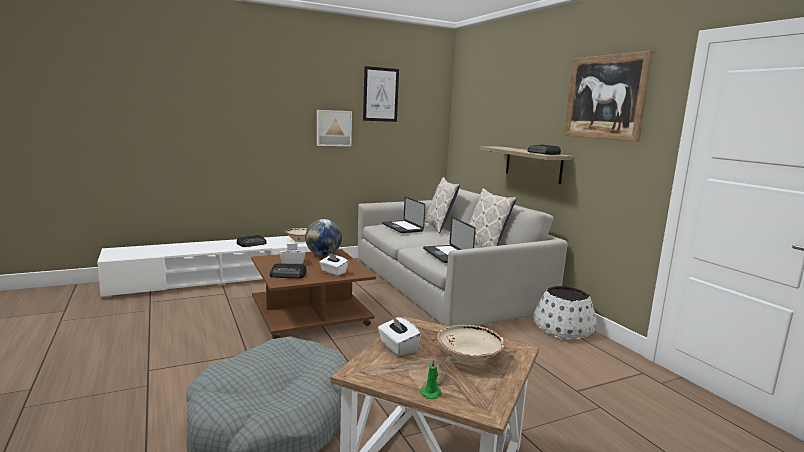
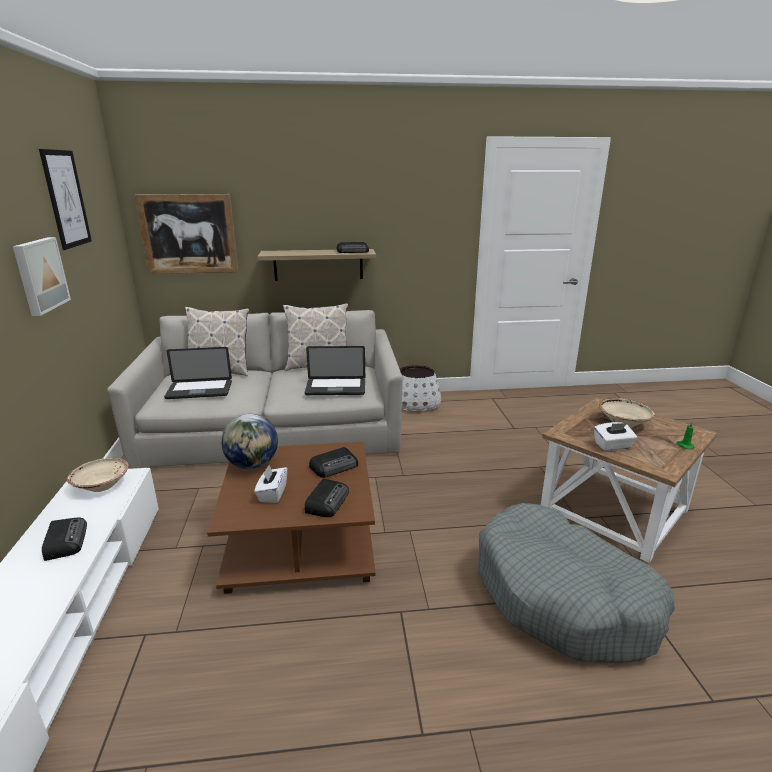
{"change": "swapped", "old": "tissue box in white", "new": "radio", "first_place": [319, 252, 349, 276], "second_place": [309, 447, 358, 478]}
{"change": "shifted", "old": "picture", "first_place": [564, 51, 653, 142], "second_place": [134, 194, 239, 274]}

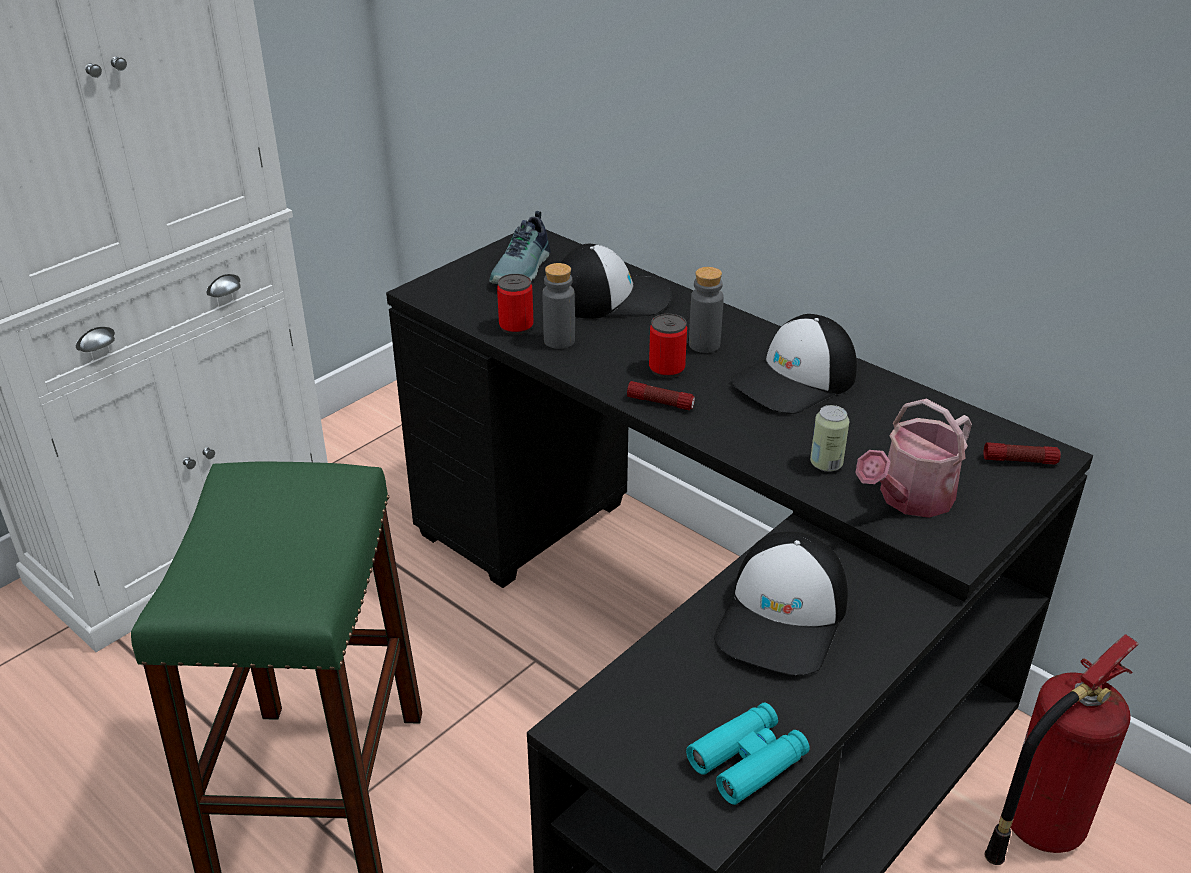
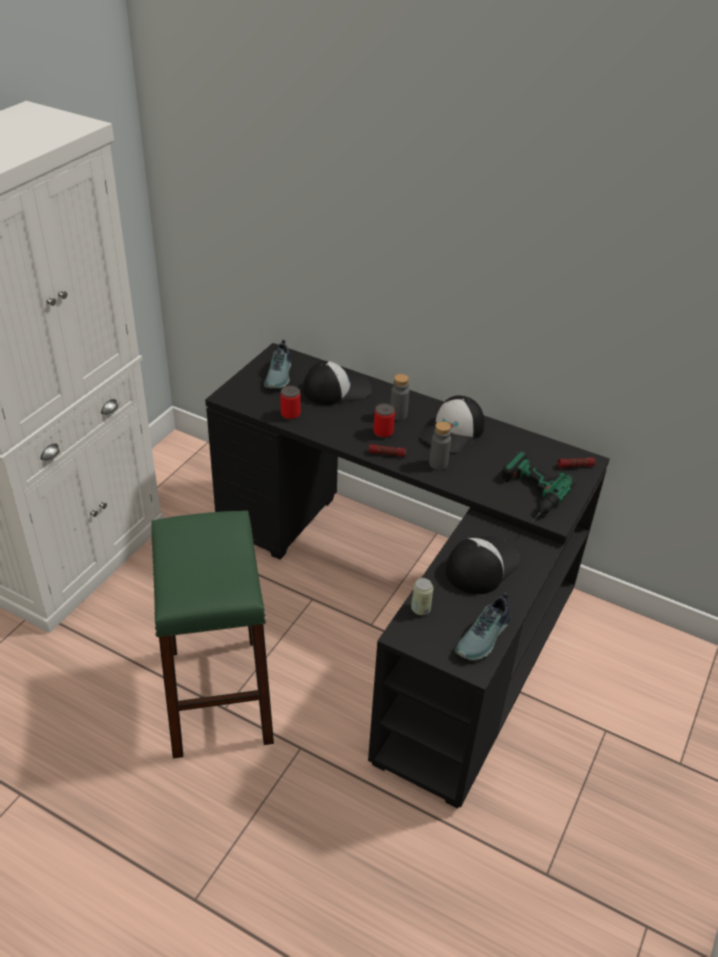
{"change": "shifted", "old": "bottle in grey", "first_place": [542, 263, 575, 349], "second_place": [429, 421, 451, 470]}
{"change": "swapped", "old": "binoculars in turquoise", "new": "shoe", "first_place": [686, 703, 810, 805], "second_place": [455, 593, 510, 660]}
{"change": "rotated", "old": "cap", "first_place": [714, 532, 848, 675], "second_place": [446, 536, 520, 594], "degrees": -150}
{"change": "shifted", "old": "can", "first_place": [810, 405, 850, 472], "second_place": [411, 578, 433, 615]}
{"change": "swapped", "old": "watering can", "new": "power drill", "first_place": [856, 399, 972, 518], "second_place": [502, 451, 575, 521]}
{"change": "gone", "old": "fire extinguisher", "first_place": [984, 634, 1139, 865]}

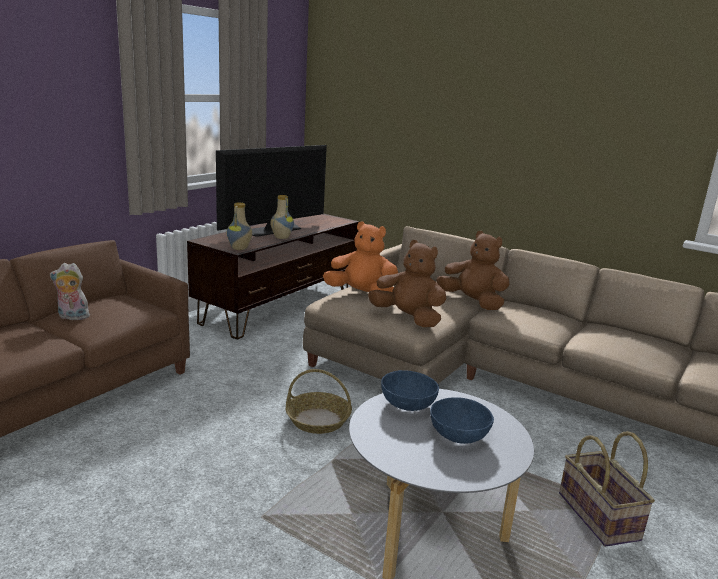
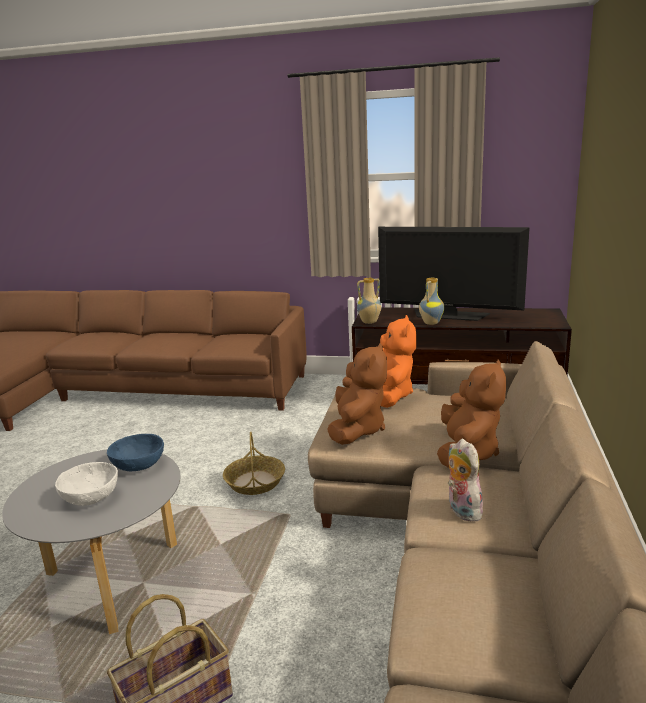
{"change": "shifted", "old": "plush toy", "first_place": [50, 263, 90, 320], "second_place": [448, 439, 486, 522]}
{"change": "repainted", "old": "bowl in blue", "new": "bowl in white", "first_place": [430, 397, 494, 444], "second_place": [55, 462, 118, 506]}

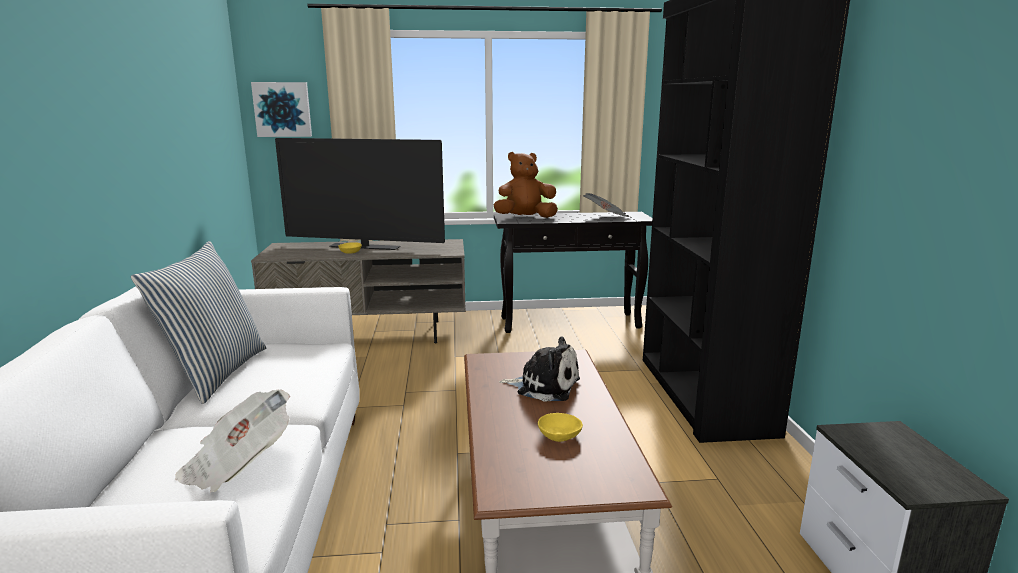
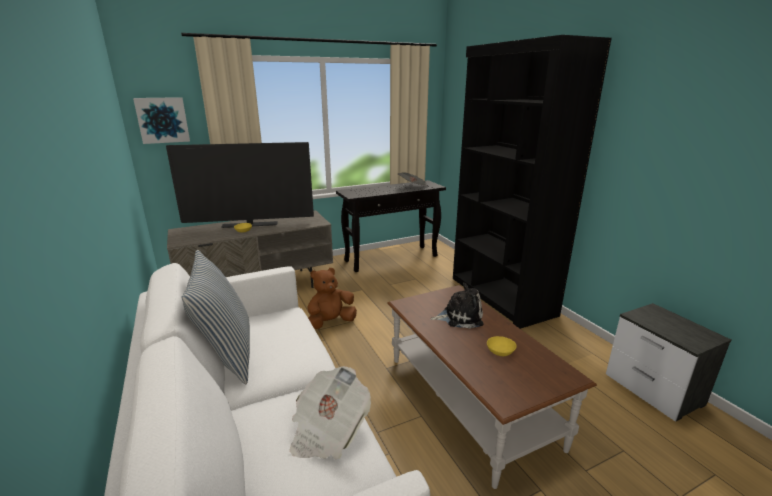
{"change": "shifted", "old": "plush toy in brown", "first_place": [493, 152, 558, 218], "second_place": [307, 268, 357, 329]}

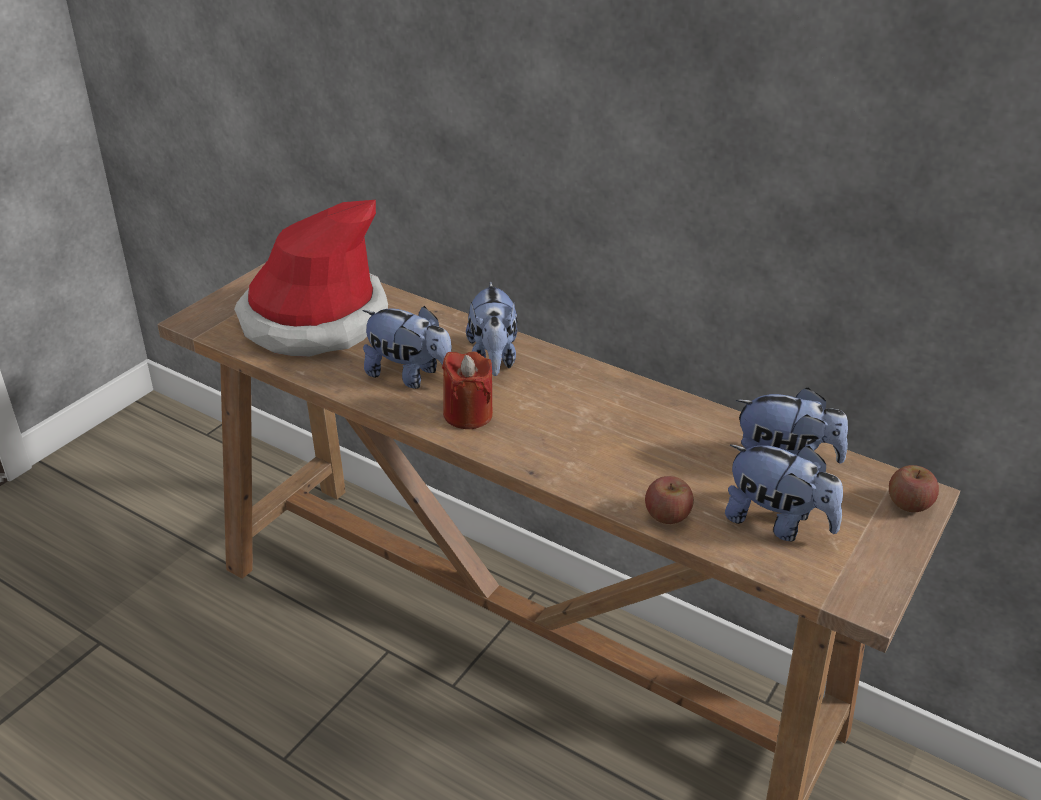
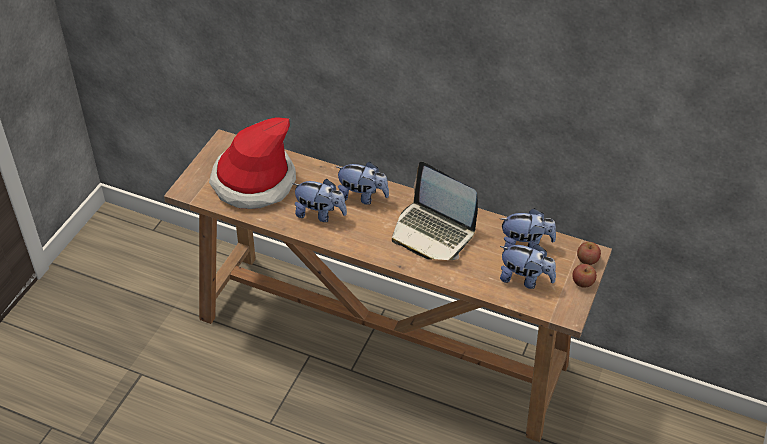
{"change": "gone", "old": "candle in red", "first_place": [442, 351, 493, 429]}
{"change": "rotated", "old": "plush toy", "first_place": [466, 281, 517, 376], "second_place": [336, 162, 389, 205], "degrees": -60}
{"change": "shifted", "old": "apple", "first_place": [645, 476, 694, 524], "second_place": [572, 264, 597, 288]}
{"change": "new", "new": "laptop", "second_place": [392, 162, 478, 260]}

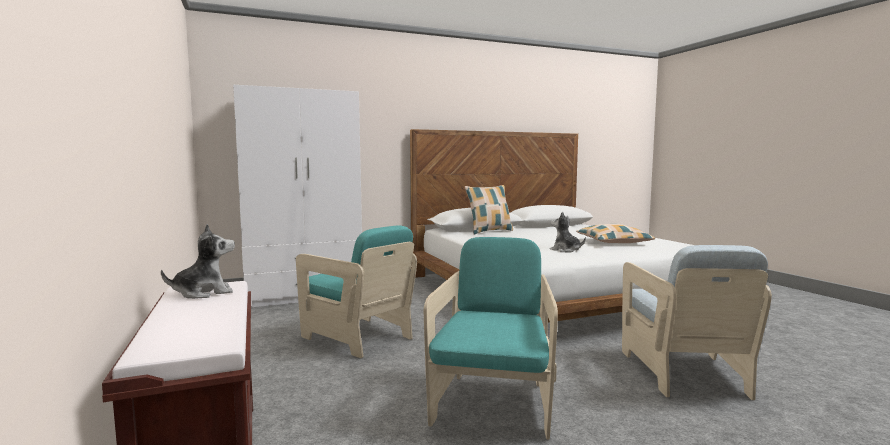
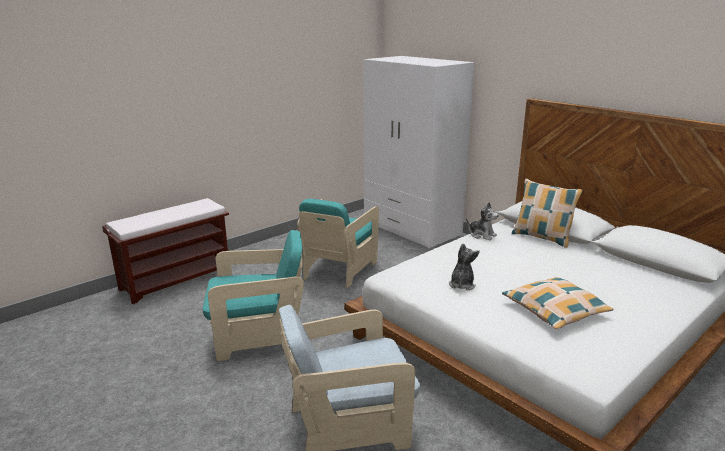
{"change": "shifted", "old": "plush toy", "first_place": [161, 224, 235, 299], "second_place": [466, 202, 499, 240]}

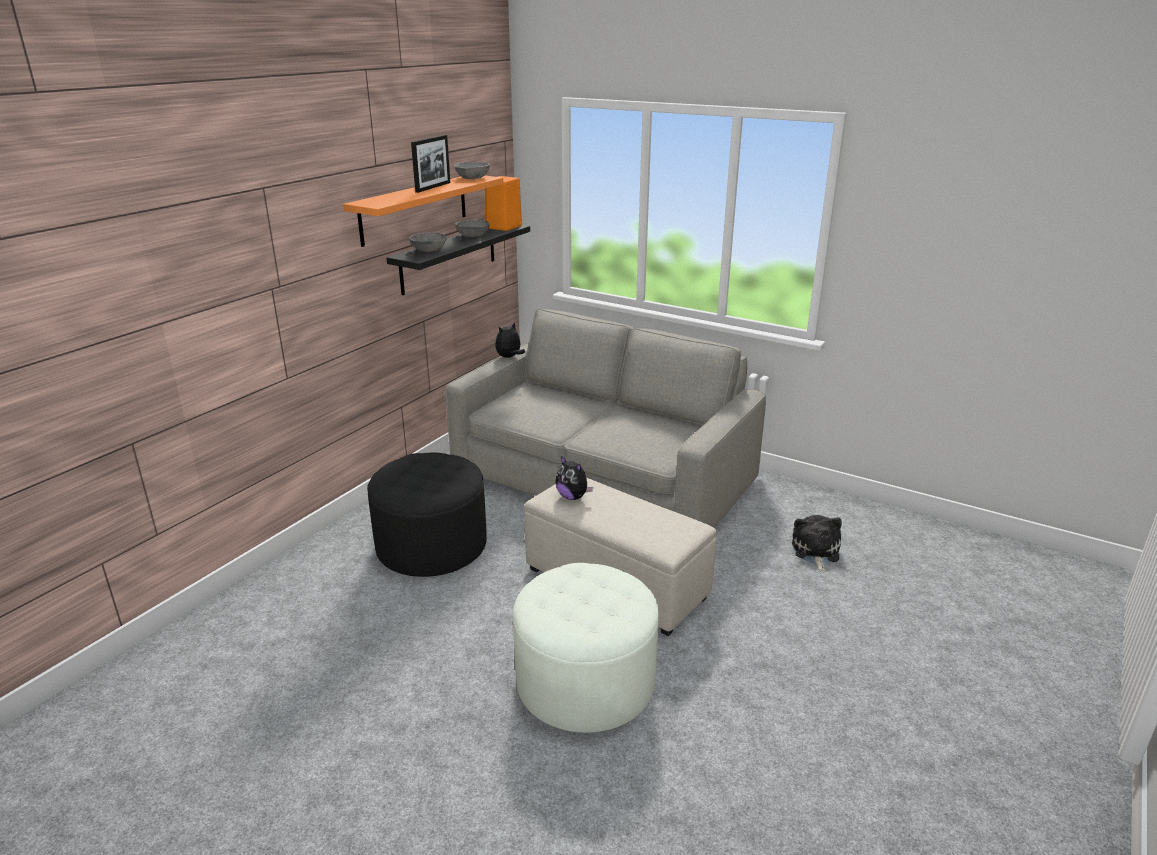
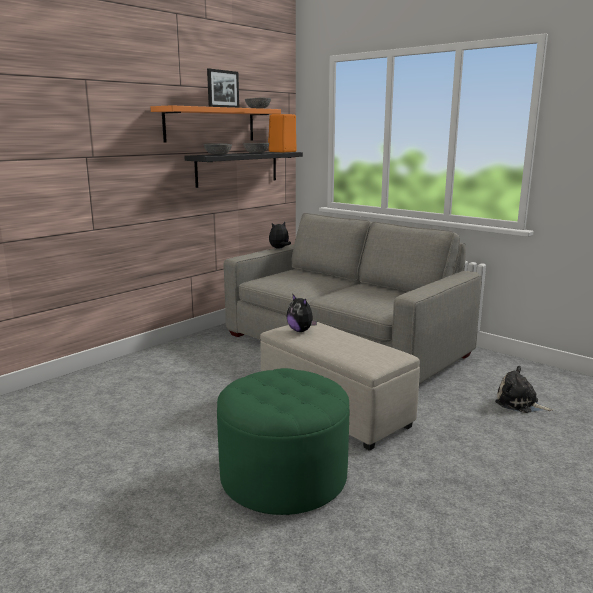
{"change": "gone", "old": "ottoman in black", "first_place": [367, 453, 487, 577]}
{"change": "repainted", "old": "ottoman in white", "new": "ottoman in green", "first_place": [513, 563, 659, 733], "second_place": [217, 368, 349, 515]}
{"change": "rotated", "old": "plush toy", "first_place": [792, 515, 842, 572], "second_place": [495, 366, 553, 413], "degrees": -75}

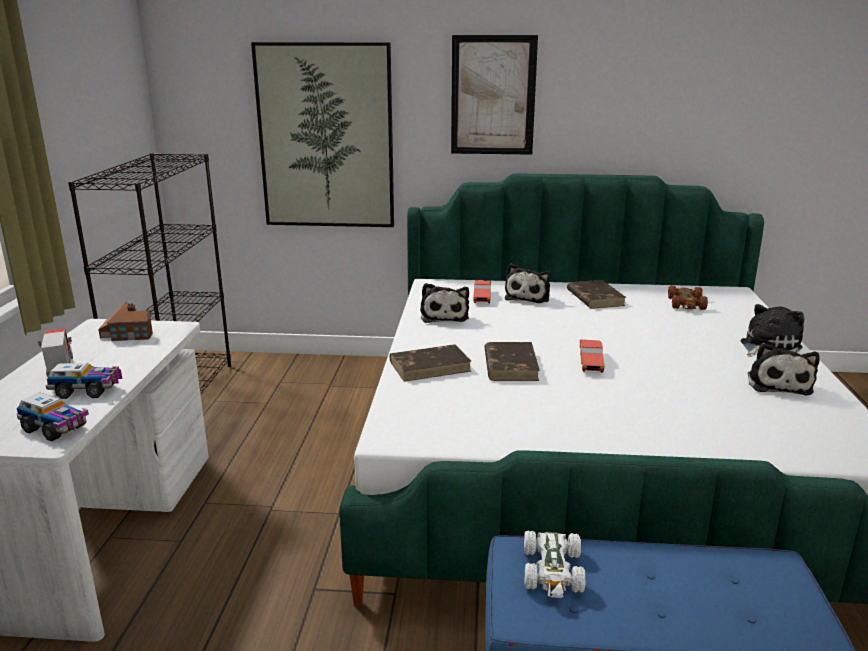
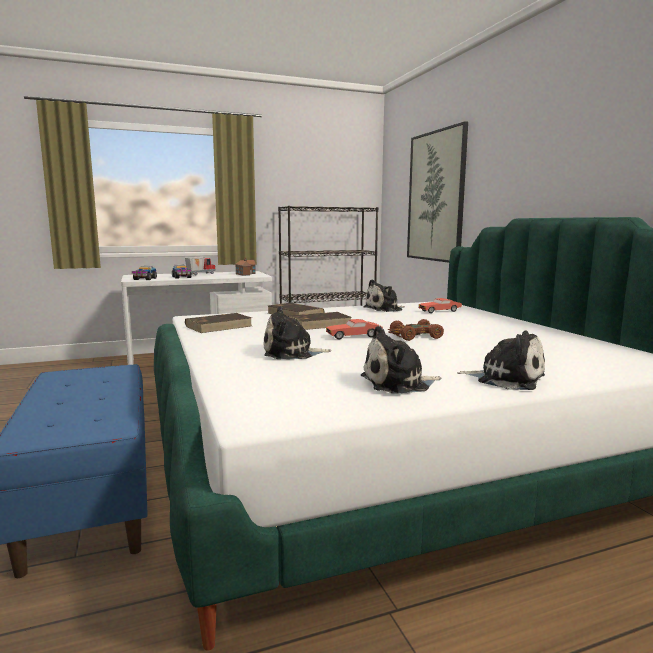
{"change": "gone", "old": "picture", "first_place": [451, 35, 538, 155]}
{"change": "shifted", "old": "plush toy", "first_place": [505, 264, 551, 303], "second_place": [264, 306, 332, 359]}
{"change": "gone", "old": "toy car in white", "first_place": [524, 531, 585, 598]}
{"change": "shifted", "old": "book in brown", "first_place": [567, 280, 626, 309], "second_place": [185, 313, 252, 333]}
{"change": "shifted", "old": "toy car in brown", "first_place": [668, 286, 708, 310], "second_place": [388, 319, 444, 341]}

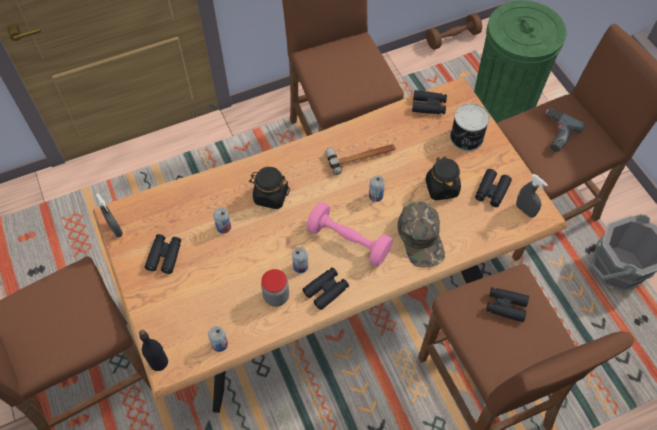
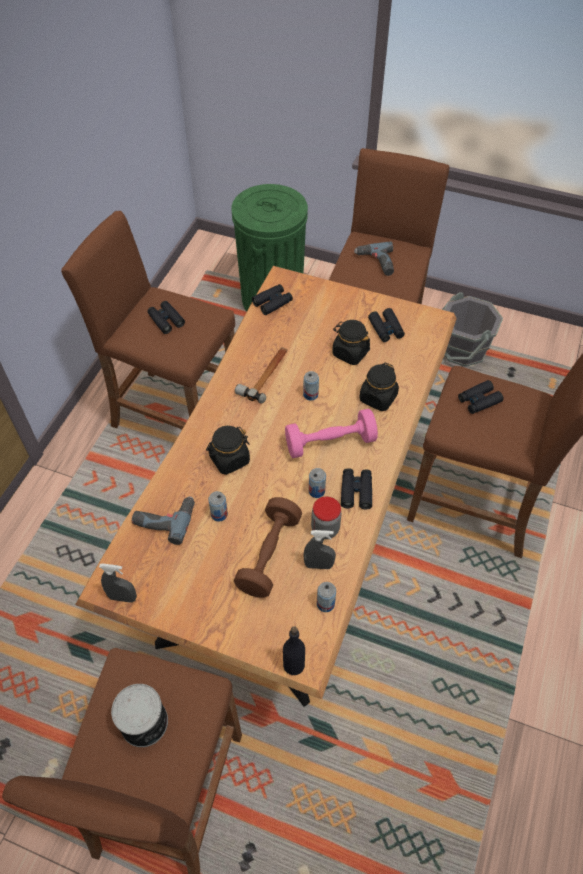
{"change": "shifted", "old": "binoculars in black", "first_place": [145, 234, 181, 274], "second_place": [147, 301, 185, 334]}
{"change": "swapped", "old": "cap in green", "new": "jar in black", "first_place": [398, 201, 445, 268], "second_place": [360, 363, 399, 411]}
{"change": "shifted", "old": "dumbbell in brown", "first_place": [426, 13, 482, 50], "second_place": [234, 497, 302, 598]}
{"change": "shifted", "old": "can", "first_place": [450, 103, 490, 151], "second_place": [111, 684, 168, 747]}
{"change": "shifted", "old": "spray bottle in grey", "first_place": [516, 174, 548, 218], "second_place": [304, 530, 336, 569]}
{"change": "new", "new": "power drill", "second_place": [132, 497, 195, 545]}

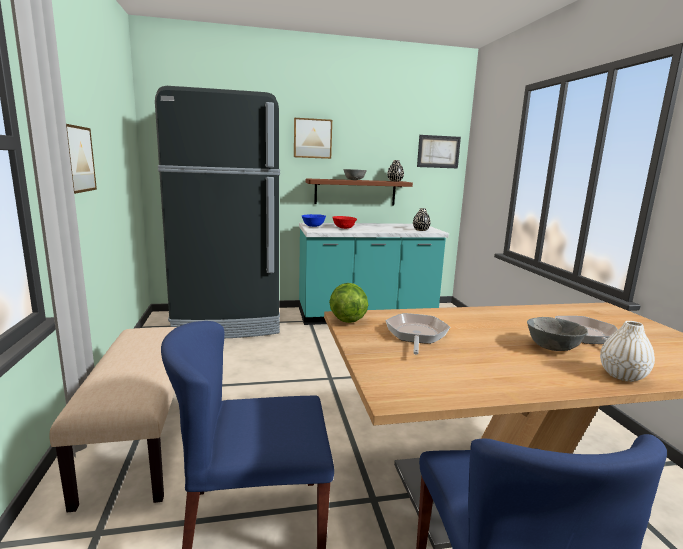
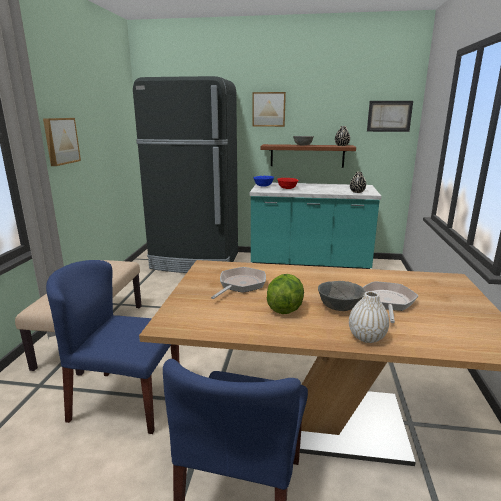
{"change": "shifted", "old": "lettuce", "first_place": [329, 283, 368, 323], "second_place": [267, 274, 304, 314]}

